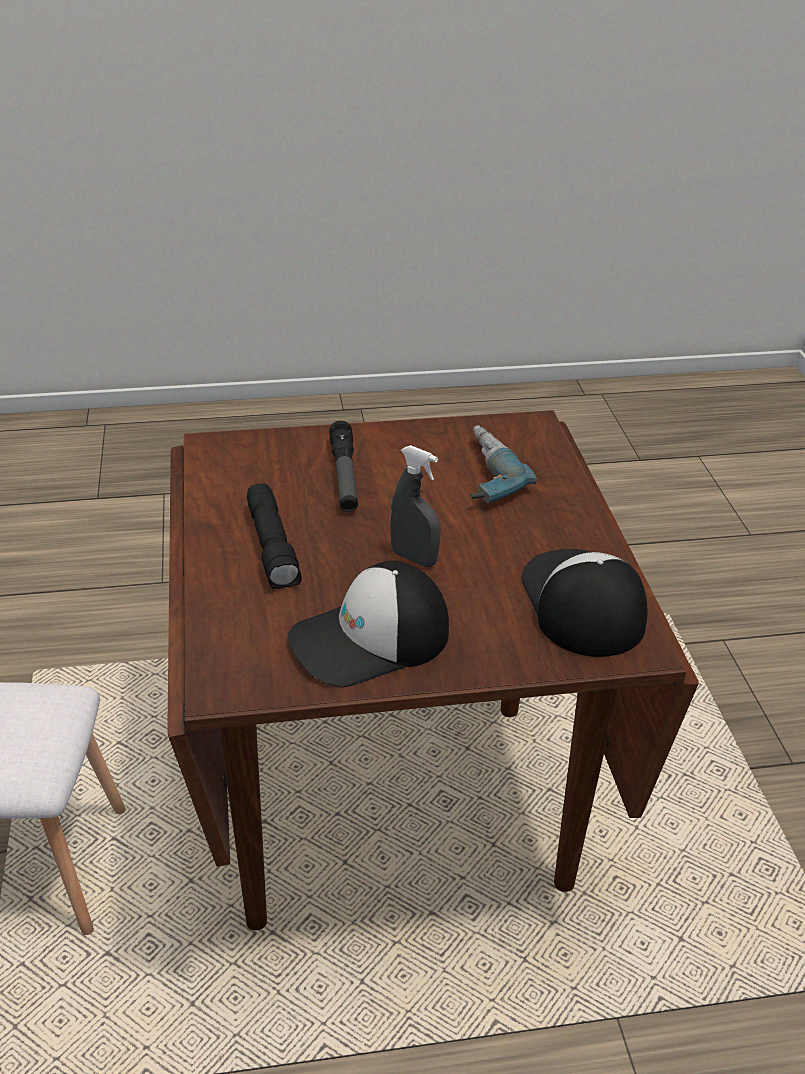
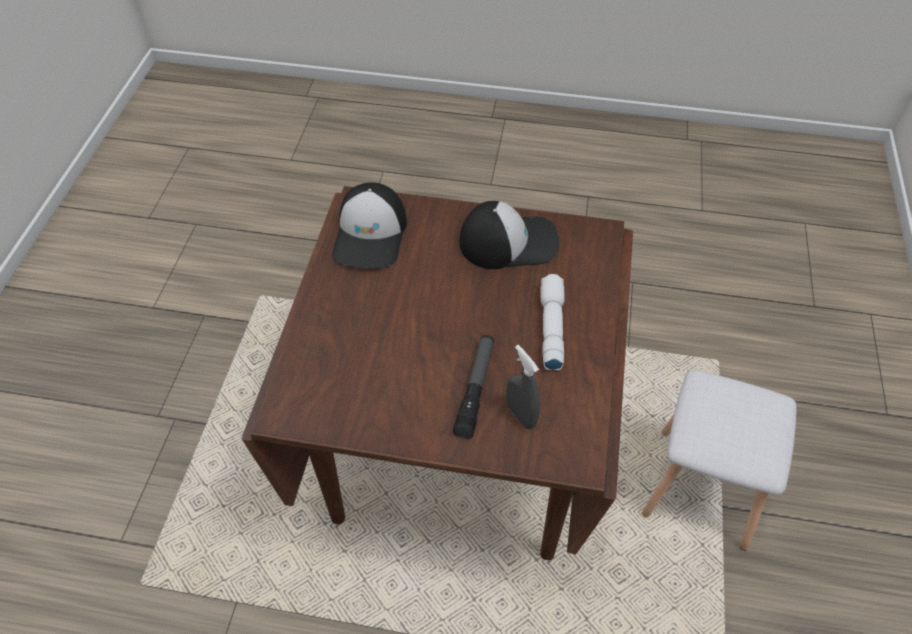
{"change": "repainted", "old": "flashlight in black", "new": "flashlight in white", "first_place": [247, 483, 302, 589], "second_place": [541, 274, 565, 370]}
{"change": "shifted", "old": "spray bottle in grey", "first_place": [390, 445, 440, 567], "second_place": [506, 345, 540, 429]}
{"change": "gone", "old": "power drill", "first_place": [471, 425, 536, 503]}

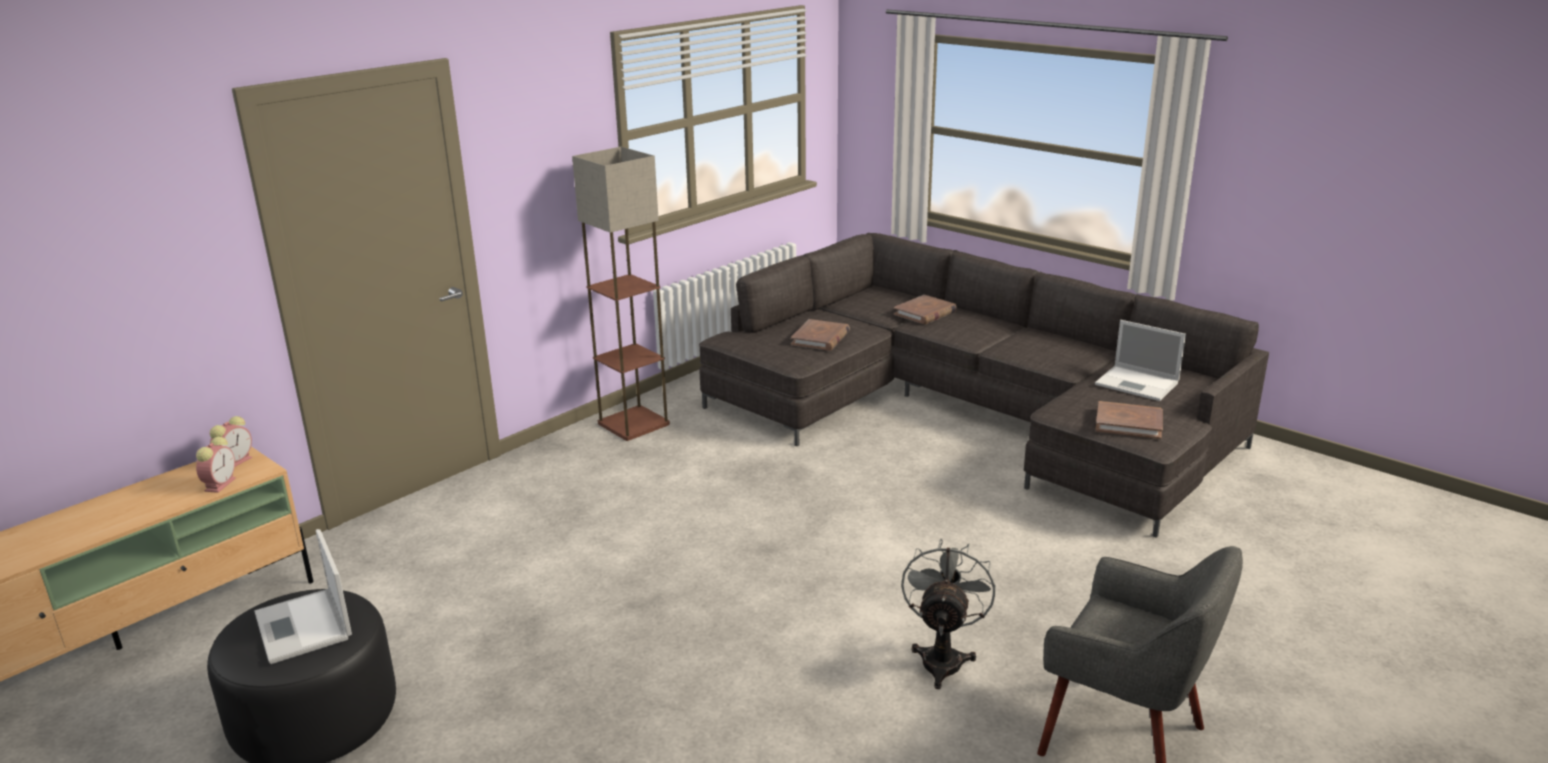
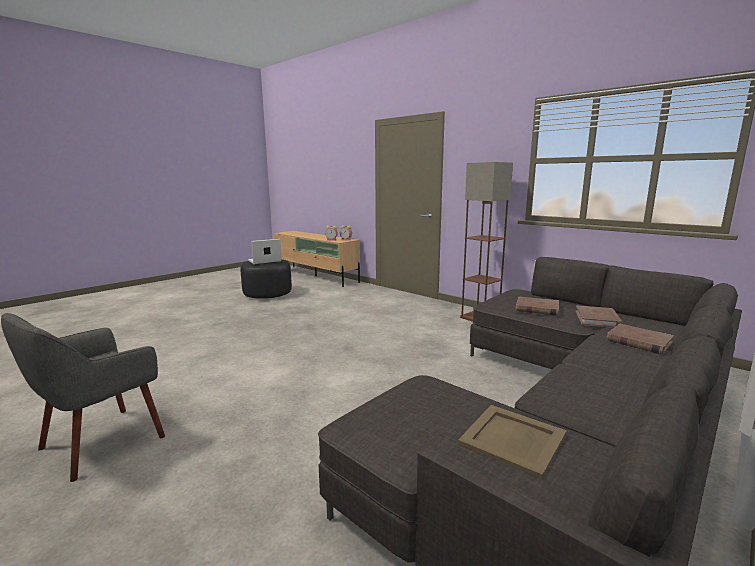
{"change": "gone", "old": "fan in grey", "first_place": [901, 539, 996, 689]}
{"change": "swapped", "old": "laptop", "new": "tray in beige", "first_place": [1095, 320, 1186, 401], "second_place": [458, 405, 567, 479]}
{"change": "shifted", "old": "book in brown", "first_place": [1095, 401, 1163, 439], "second_place": [575, 305, 623, 328]}

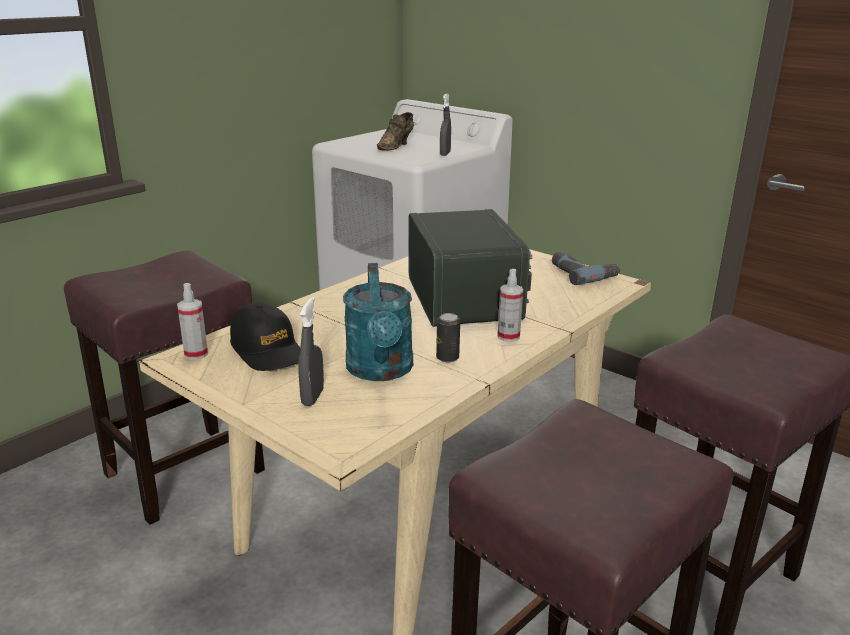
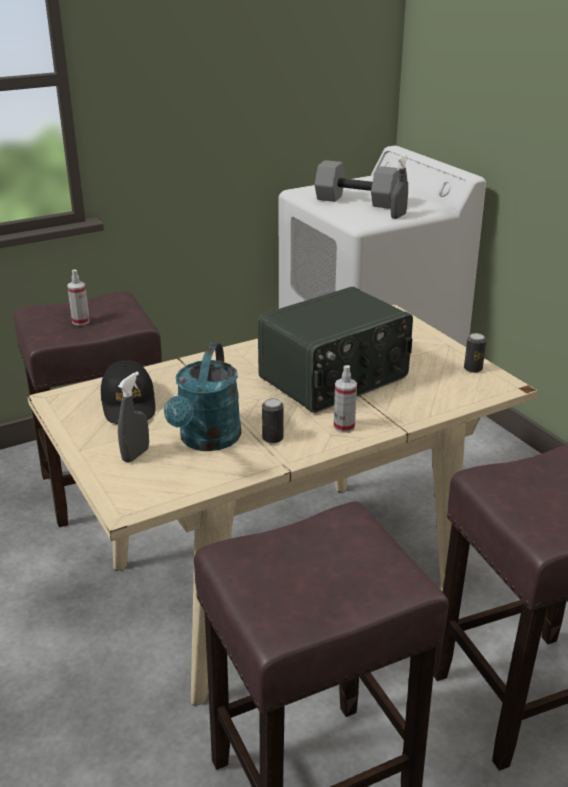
{"change": "shifted", "old": "spray bottle", "first_place": [177, 283, 208, 360], "second_place": [67, 269, 90, 325]}
{"change": "swapped", "old": "shoe in brown", "new": "dumbbell in grey", "first_place": [377, 112, 414, 151], "second_place": [315, 160, 399, 209]}
{"change": "rotated", "old": "radio", "first_place": [408, 209, 532, 327], "second_place": [258, 287, 413, 413], "degrees": 45}
{"change": "swapped", "old": "power drill", "new": "can", "first_place": [552, 252, 620, 285], "second_place": [464, 333, 486, 373]}

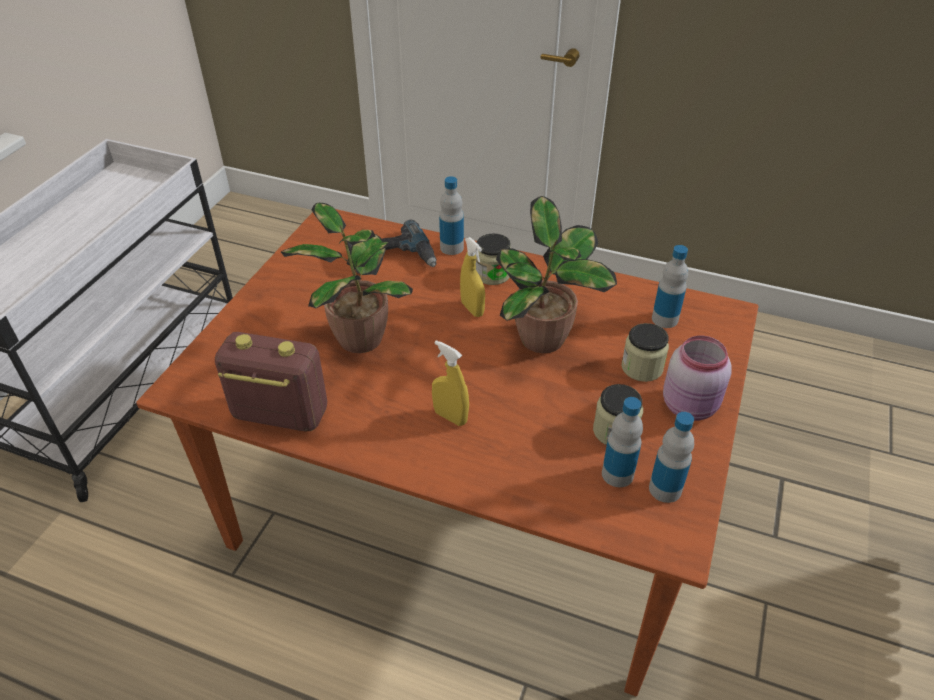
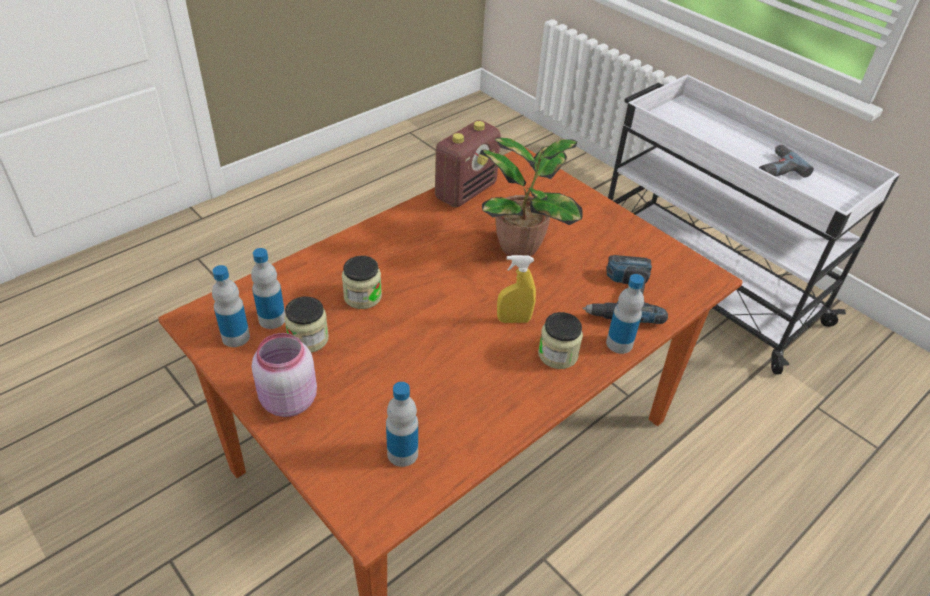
{"change": "gone", "old": "spray bottle in yellow", "first_place": [432, 340, 469, 426]}
{"change": "gone", "old": "potted plant", "first_place": [496, 196, 617, 353]}
{"change": "shifted", "old": "jar", "first_place": [622, 323, 669, 382], "second_place": [342, 256, 382, 309]}
{"change": "new", "new": "power drill", "second_place": [759, 145, 814, 178]}

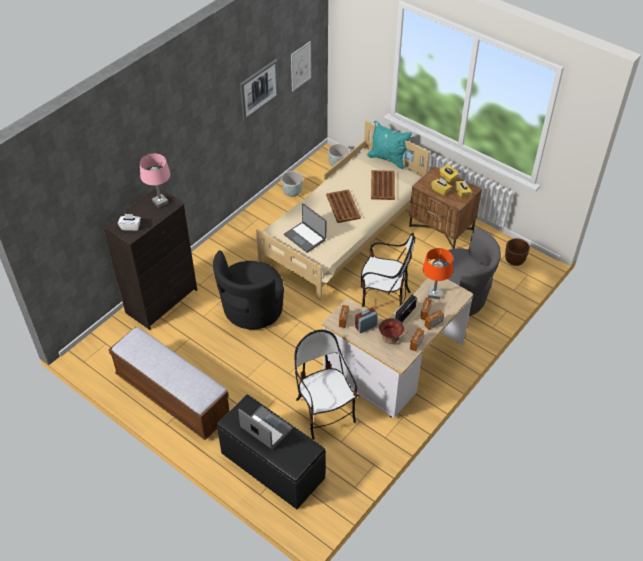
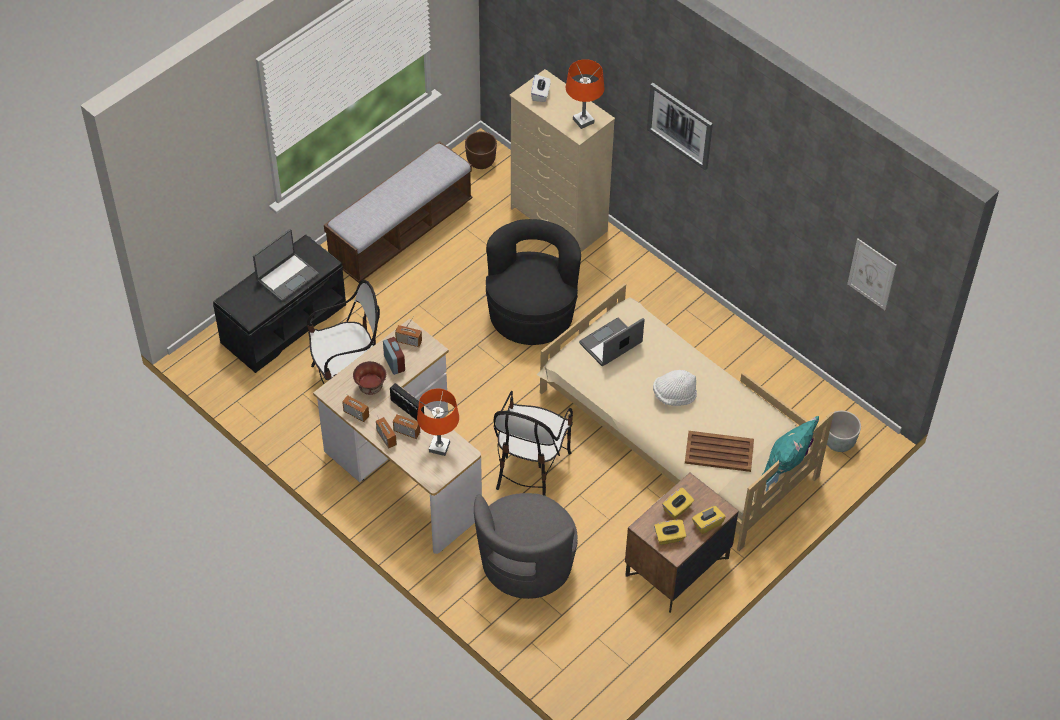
{"change": "repainted", "old": "dresser in black", "new": "dresser in beige", "first_place": [103, 188, 197, 330], "second_place": [509, 69, 615, 252]}
{"change": "repainted", "old": "table lamp in pink", "new": "table lamp in orange", "first_place": [140, 154, 170, 208], "second_place": [566, 59, 605, 129]}
{"change": "rotated", "old": "armchair in black", "first_place": [213, 250, 284, 329], "second_place": [486, 219, 581, 345], "degrees": 60}
{"change": "shifted", "old": "picture", "first_place": [240, 59, 279, 121], "second_place": [647, 83, 713, 170]}
{"change": "gone", "old": "planter in grey", "first_place": [281, 171, 303, 197]}
{"change": "swapped", "old": "tray in brown", "new": "hat in white", "first_place": [326, 189, 361, 223], "second_place": [653, 370, 697, 406]}
{"change": "shifted", "old": "planter in brown", "first_place": [505, 238, 530, 266], "second_place": [465, 131, 497, 169]}

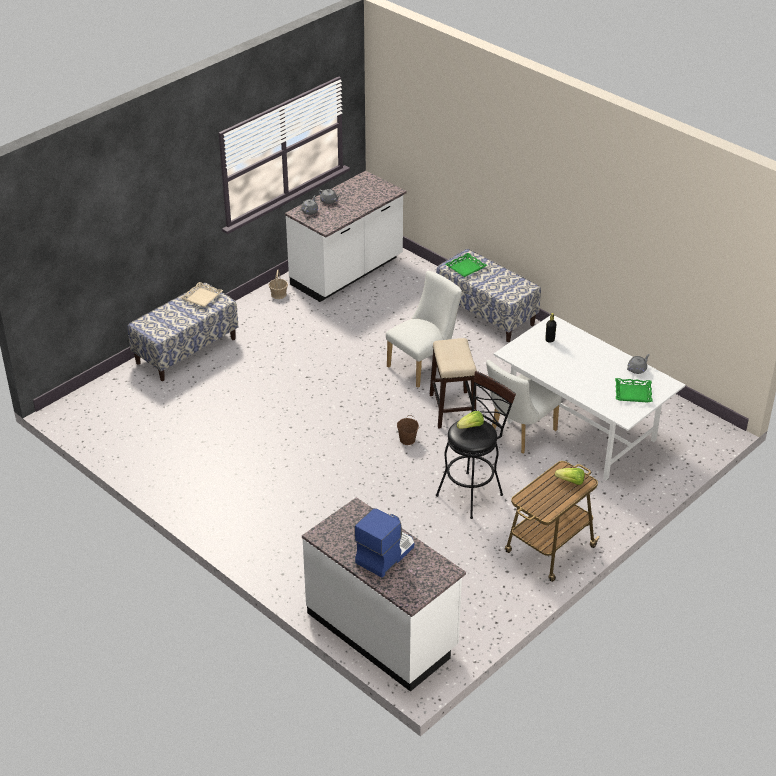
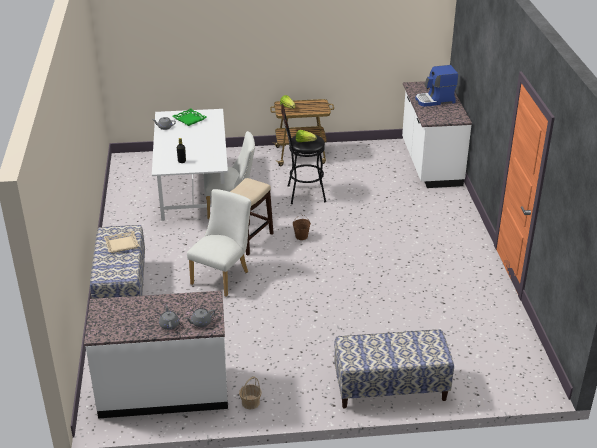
{"change": "shifted", "old": "tray in beige", "first_place": [181, 282, 223, 307], "second_place": [104, 231, 139, 253]}
{"change": "rotated", "old": "chair in white", "first_place": [386, 271, 462, 388], "second_place": [187, 189, 251, 297], "degrees": 120}
{"change": "gone", "old": "tray in green", "first_place": [446, 253, 487, 277]}

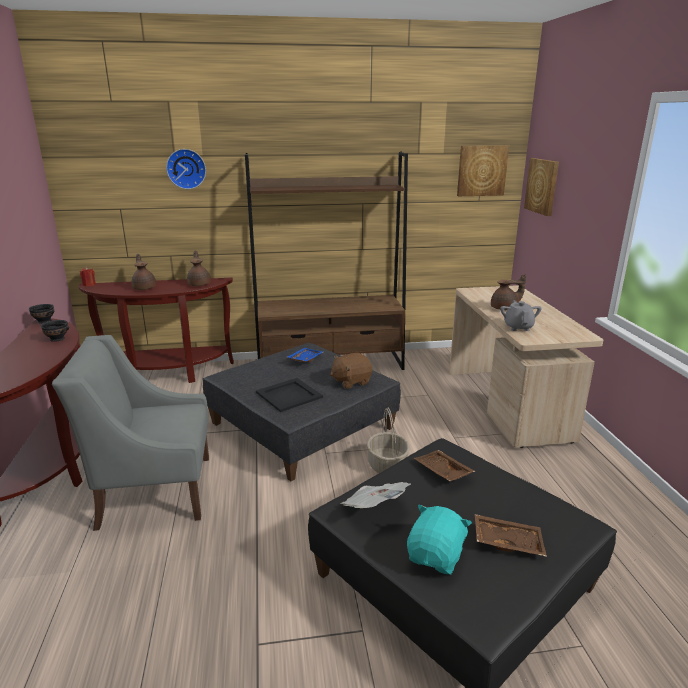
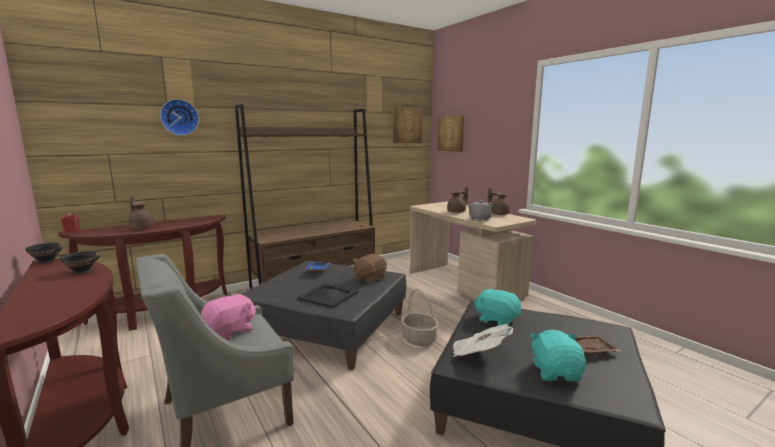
{"change": "shifted", "old": "teapot in brown", "first_place": [187, 251, 211, 286], "second_place": [488, 187, 510, 215]}
{"change": "swapped", "old": "tray in brown", "new": "plush toy in turquoise", "first_place": [414, 450, 475, 481], "second_place": [474, 288, 521, 326]}
{"change": "new", "new": "plush toy in pink", "second_place": [201, 293, 256, 340]}

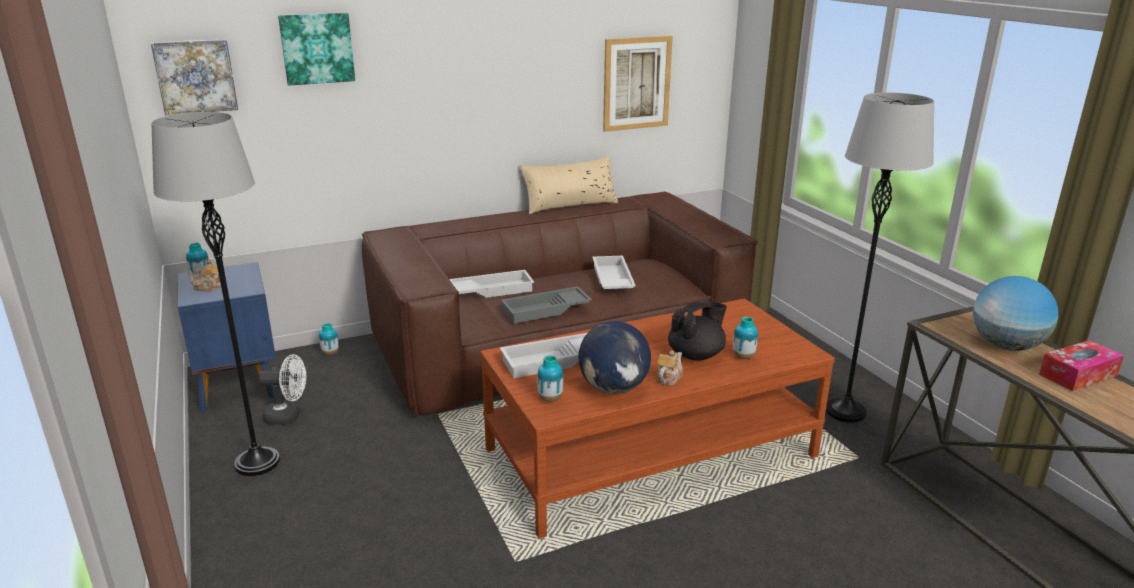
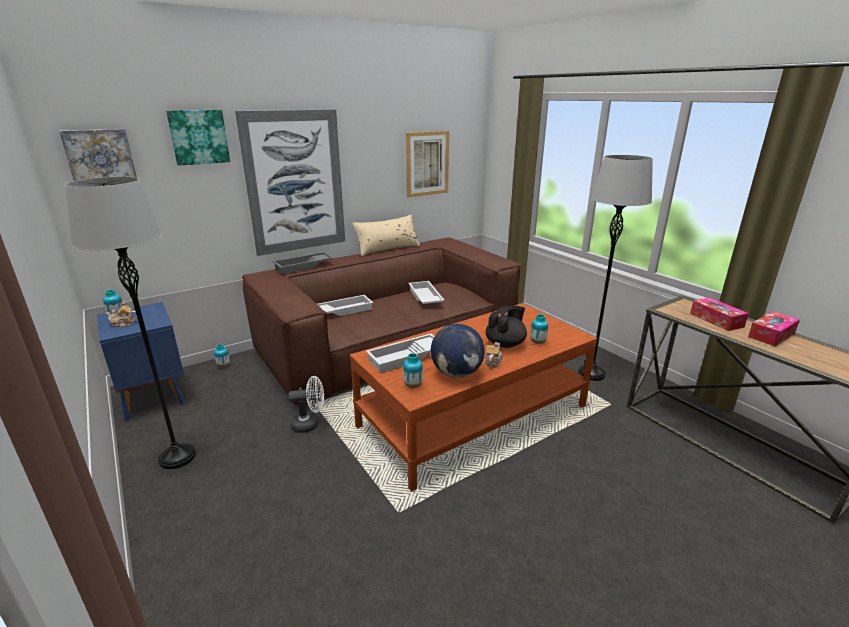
{"change": "shifted", "old": "fan in white", "first_place": [259, 354, 306, 425], "second_place": [289, 376, 324, 433]}
{"change": "shifted", "old": "tray in grey", "first_place": [501, 286, 592, 323], "second_place": [273, 252, 334, 274]}
{"change": "swapped", "old": "globe", "new": "tissue box", "first_place": [973, 276, 1058, 351], "second_place": [690, 297, 749, 331]}
{"change": "new", "new": "picture", "second_place": [235, 109, 345, 256]}

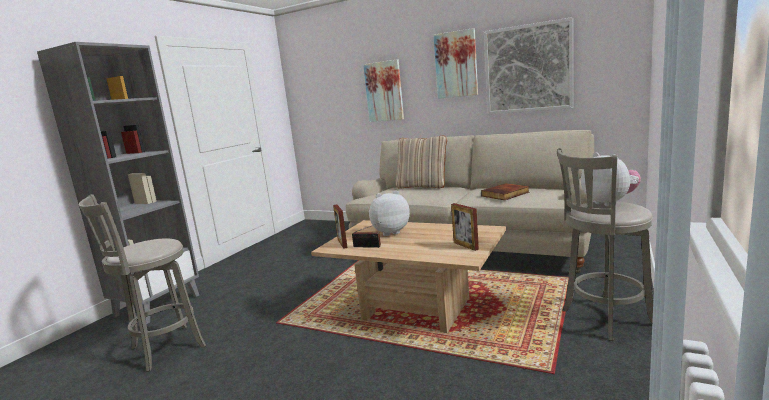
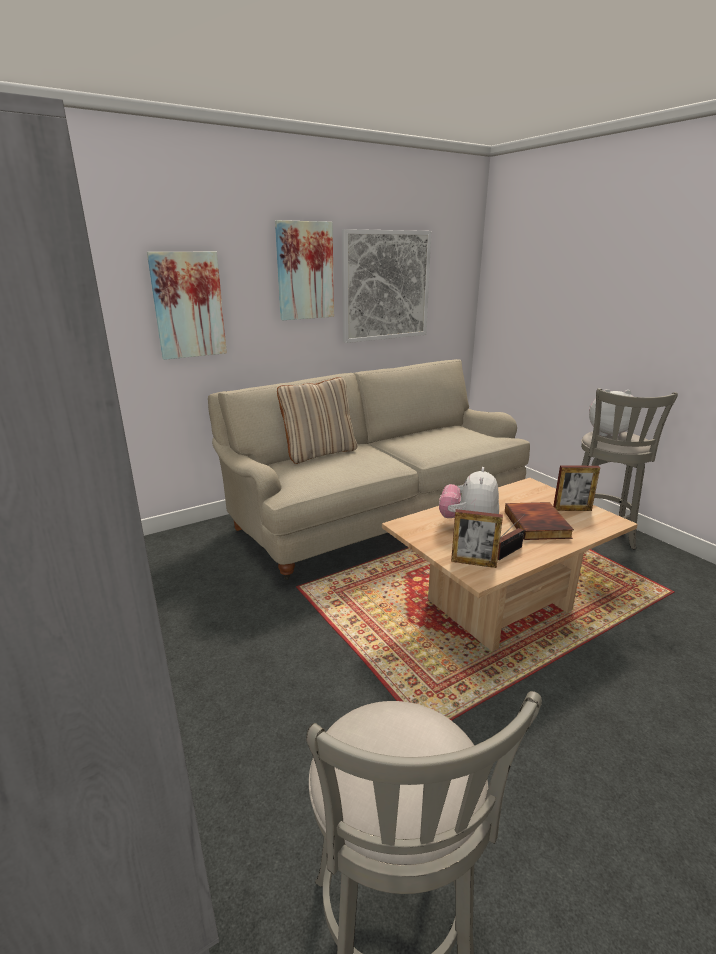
{"change": "shifted", "old": "book", "first_place": [481, 183, 530, 200], "second_place": [505, 502, 574, 540]}

